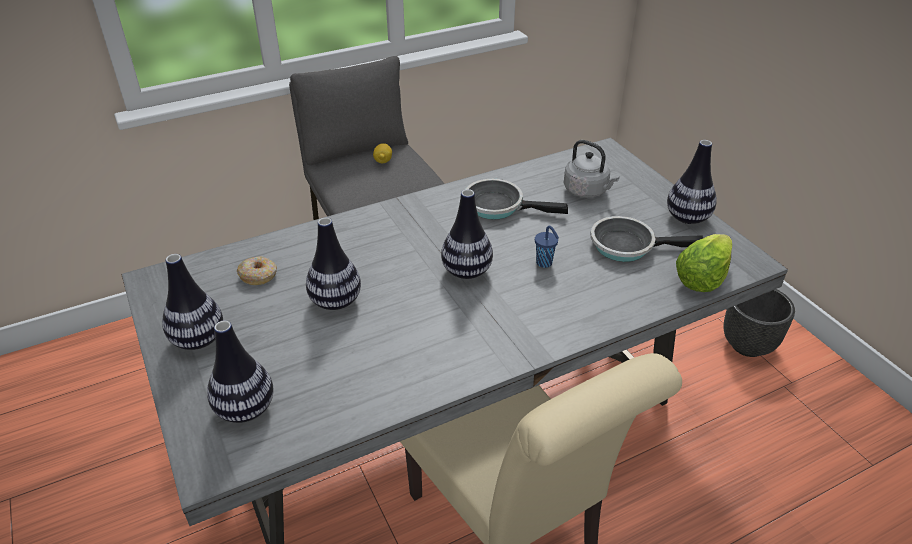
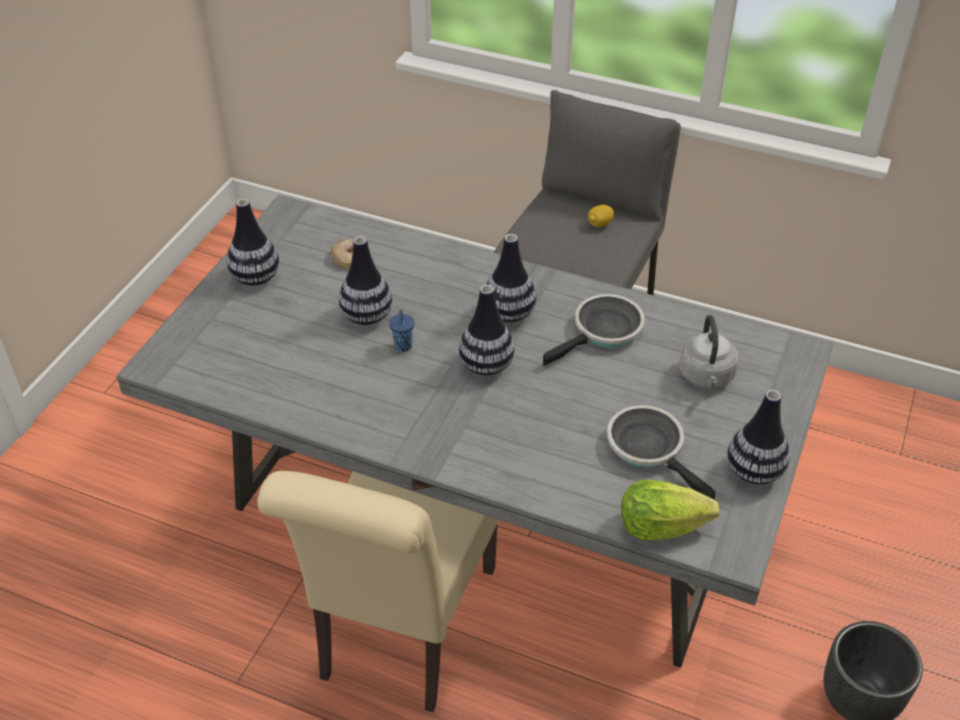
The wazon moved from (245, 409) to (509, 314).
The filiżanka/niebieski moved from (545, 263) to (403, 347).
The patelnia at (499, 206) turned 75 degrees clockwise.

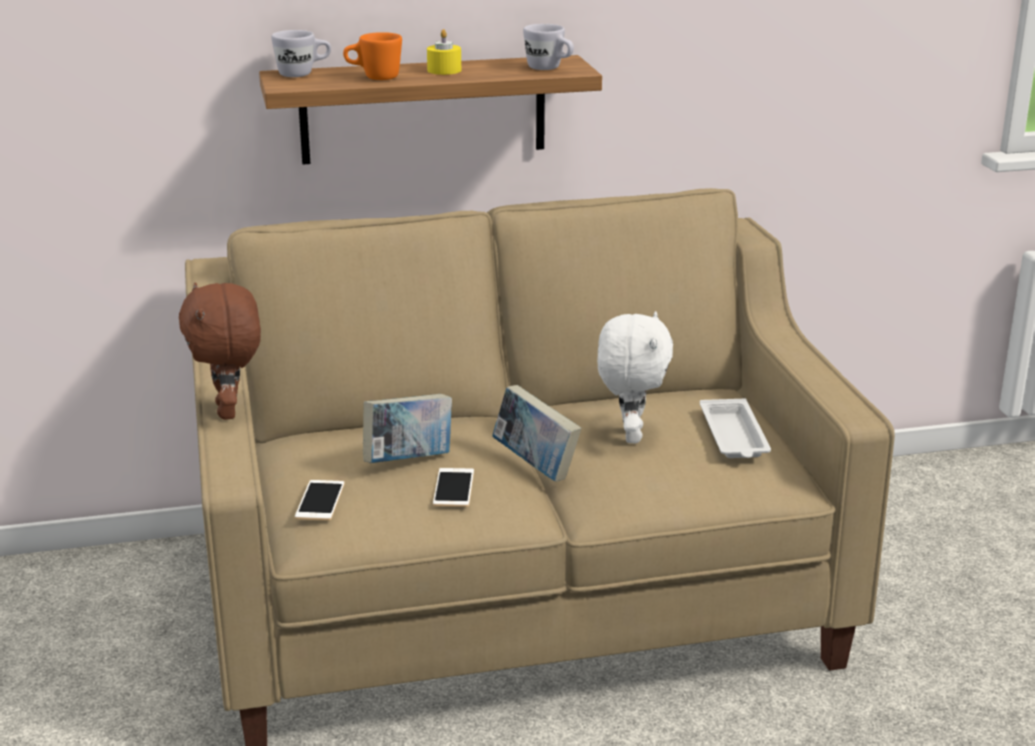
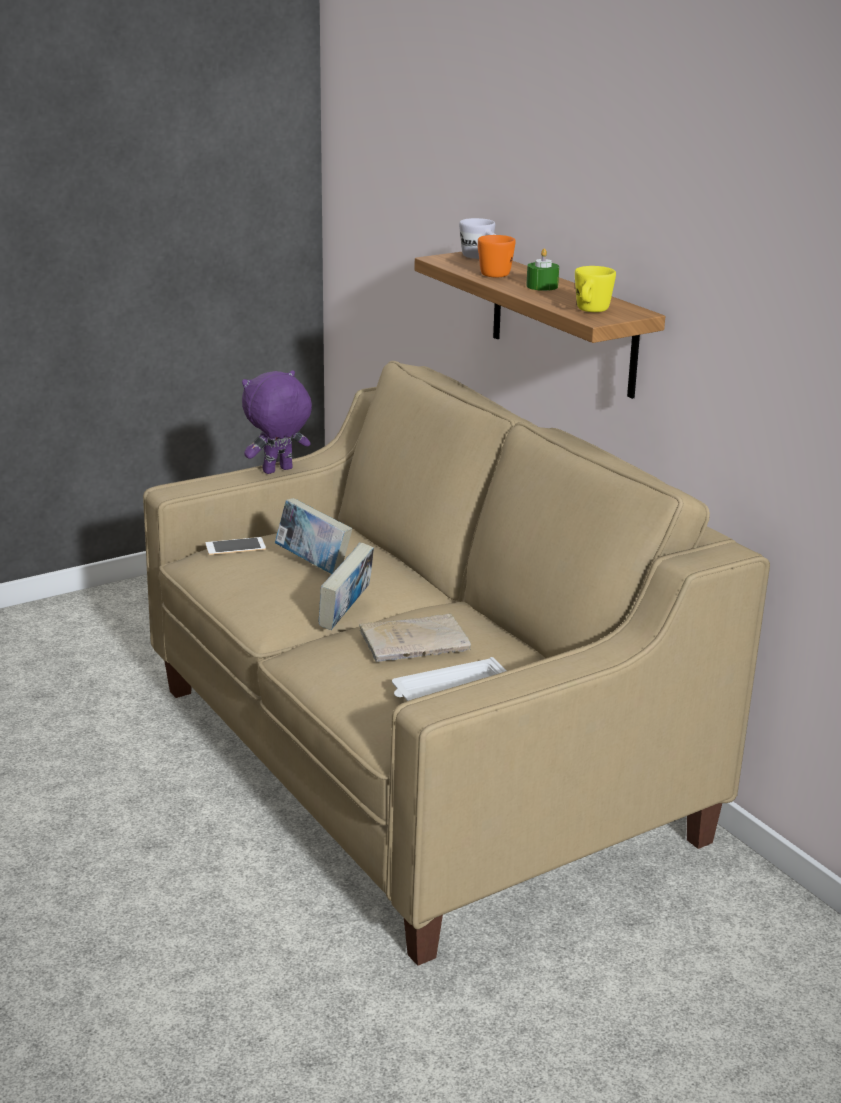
The telefon at (453, 488) disappeared.
The pluszak/biały at (630, 435) was replaced by the książka/beżowy at (417, 642).
The pluszak/brązowy at (229, 411) became the pluszak/fioletowy at (278, 471).
The świeca/żółty at (444, 70) became the świeca/zielony at (542, 286).
The kubek/biały at (549, 69) became the kubek/żółty at (590, 311).

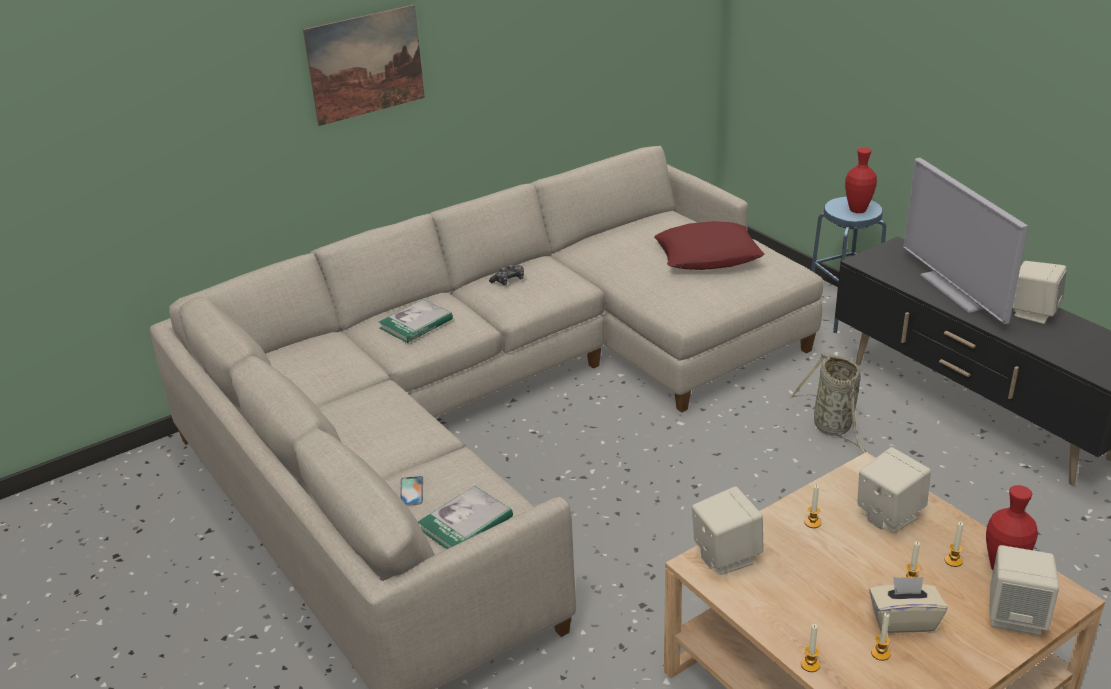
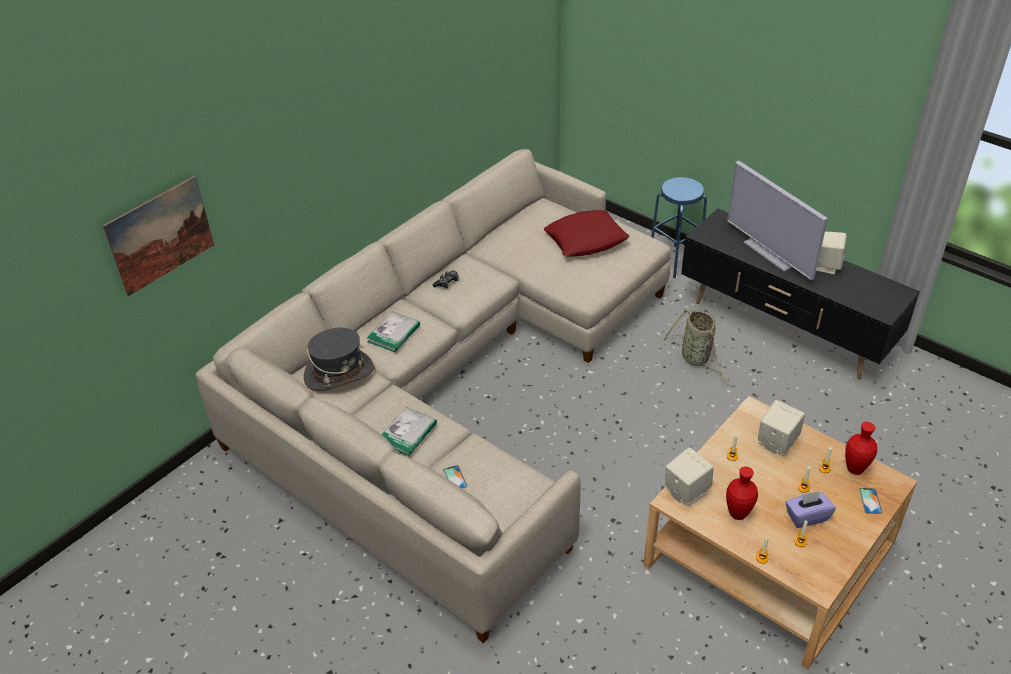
The kapelusz/szary at (339, 373) appeared.
The obraz moved from (365, 64) to (160, 235).
The książka moved from (466, 523) to (408, 433).
The wazon/czerwony moved from (857, 210) to (738, 514).
The głośnik/beżowy at (1016, 616) was replaced by the telefon at (870, 501).
The pudełko chusteczek/beżowy at (903, 620) became the pudełko chusteczek/fioletowy at (807, 516).

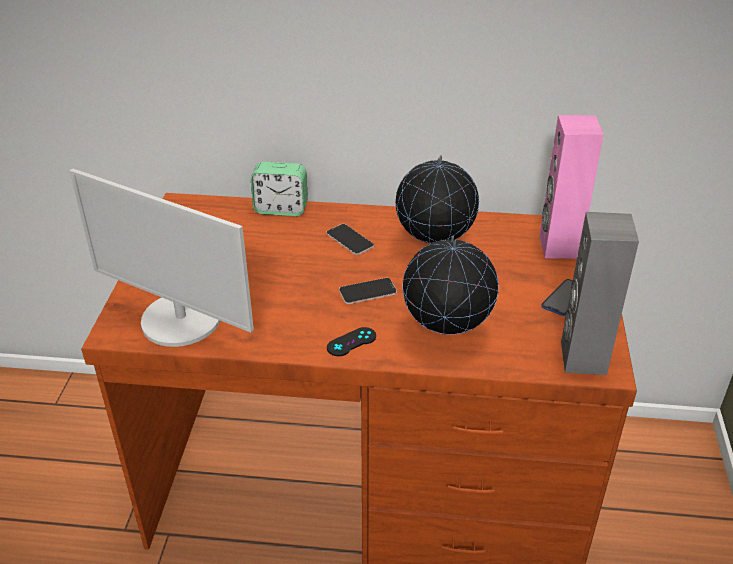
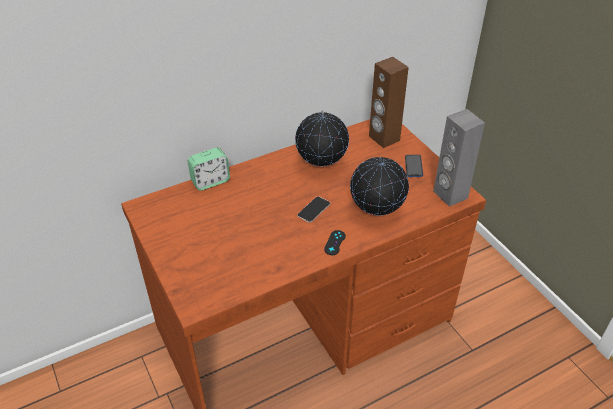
The monitor at (181, 320) disappeared.
The telefon at (350, 240) disappeared.
The głośnik/różowy at (558, 247) became the głośnik/brązowy at (383, 138).

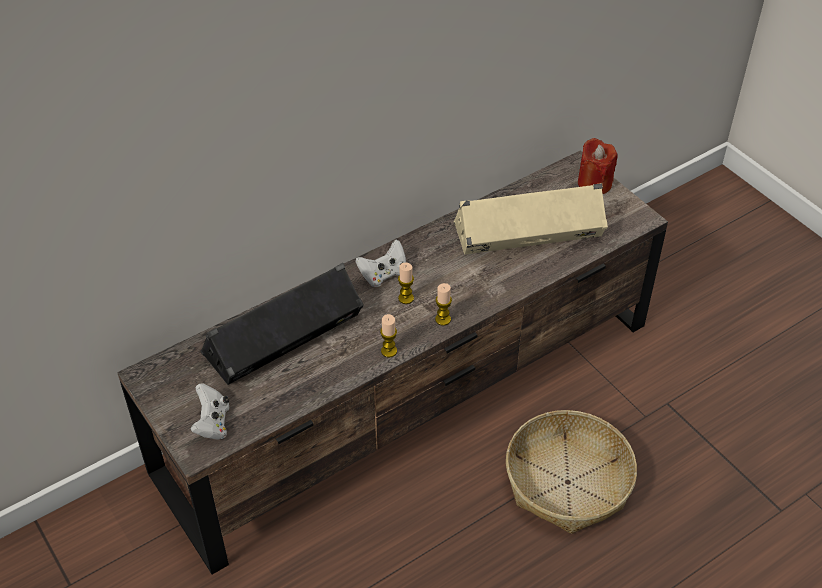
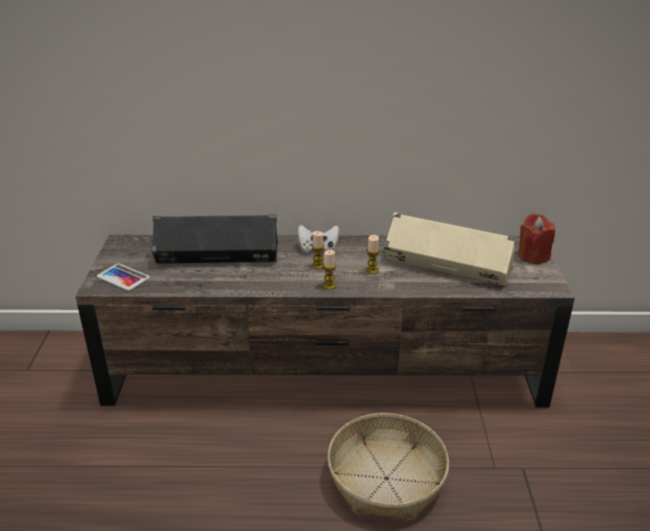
The świeca moved from (389, 351) to (372, 270).
The pad do gier/biały at (213, 423) was replaced by the telefon at (123, 277).

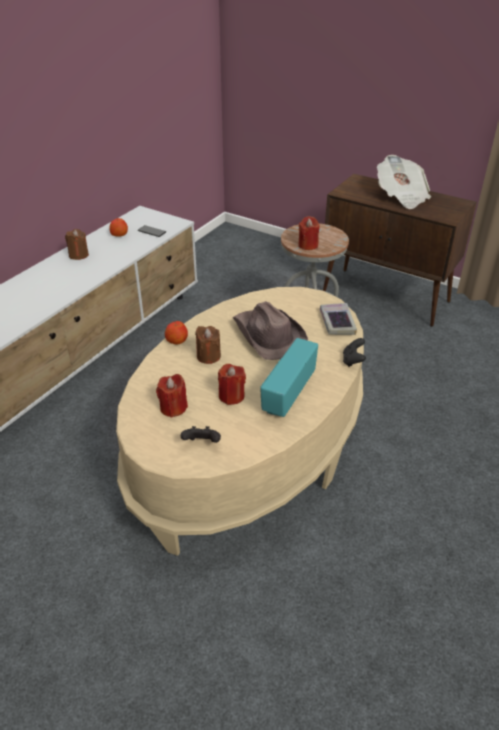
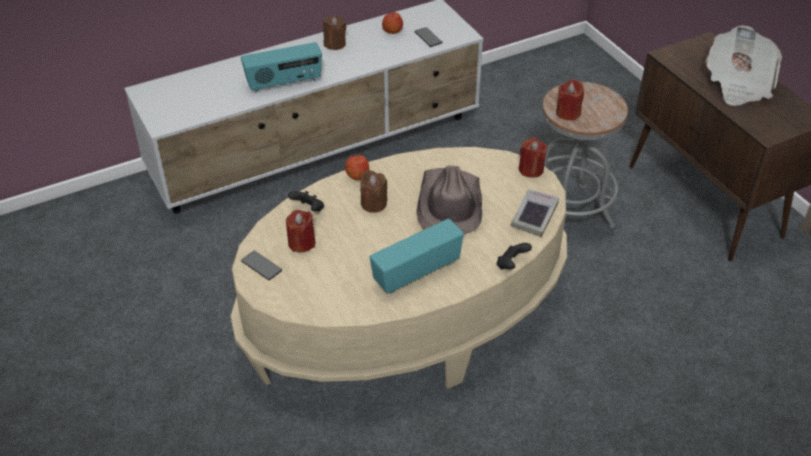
The radio at (284, 83) appeared.
The telefon at (261, 266) appeared.
The pad do gier/czarny moved from (202, 444) to (308, 209).
The świeca/czerwony moved from (231, 396) to (531, 169).

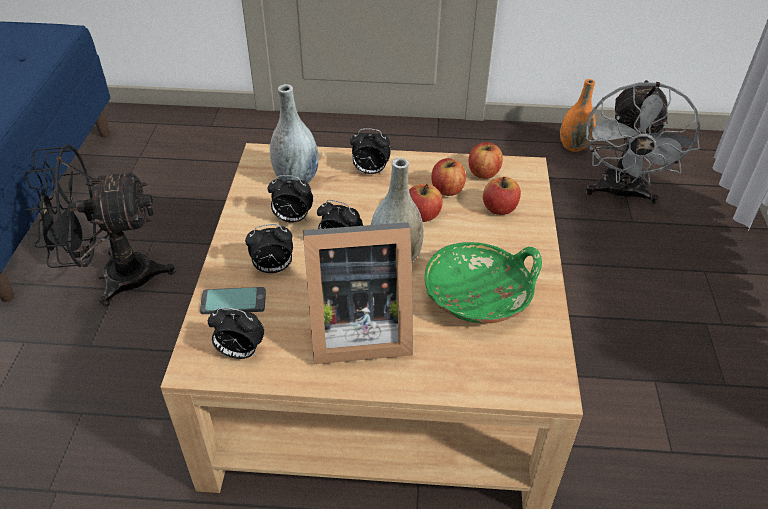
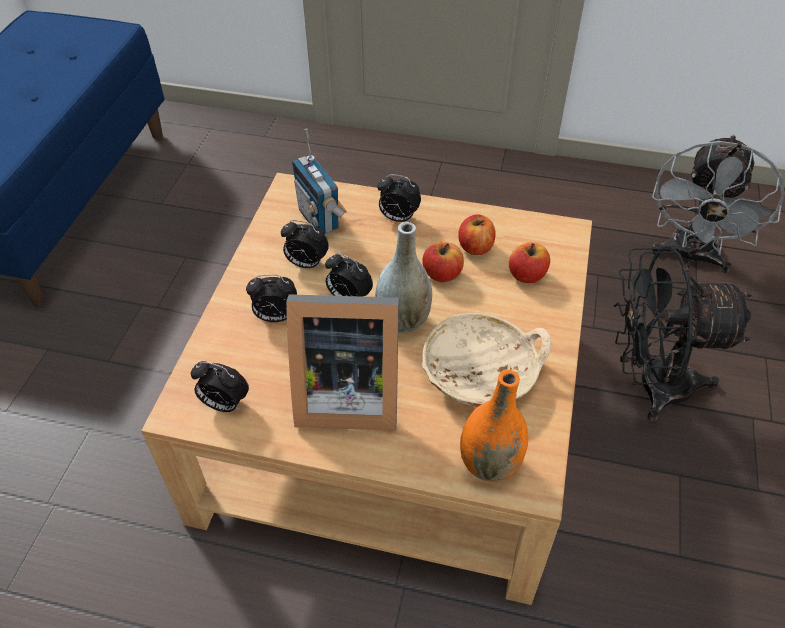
The telefon at (233, 301) disappeared.
The jabłko at (483, 173) disappeared.
The wentylator/czarny moved from (114, 277) to (650, 384).
The wazon/pomarańczowy moved from (573, 146) to (490, 464).
The wazon/szary at (296, 179) was replaced by the radio at (320, 219).
The miska/zielony at (480, 295) became the miska/beżowy at (482, 372).

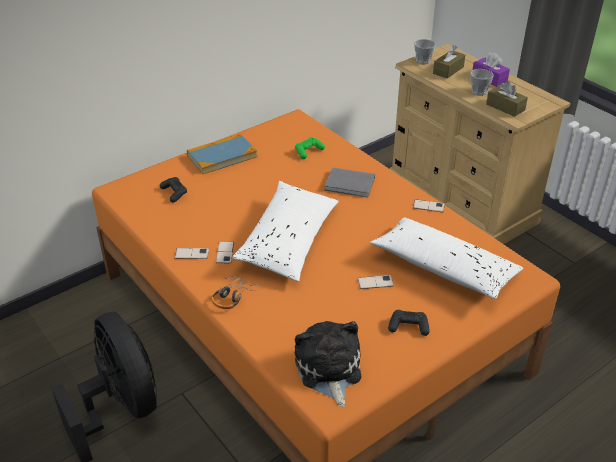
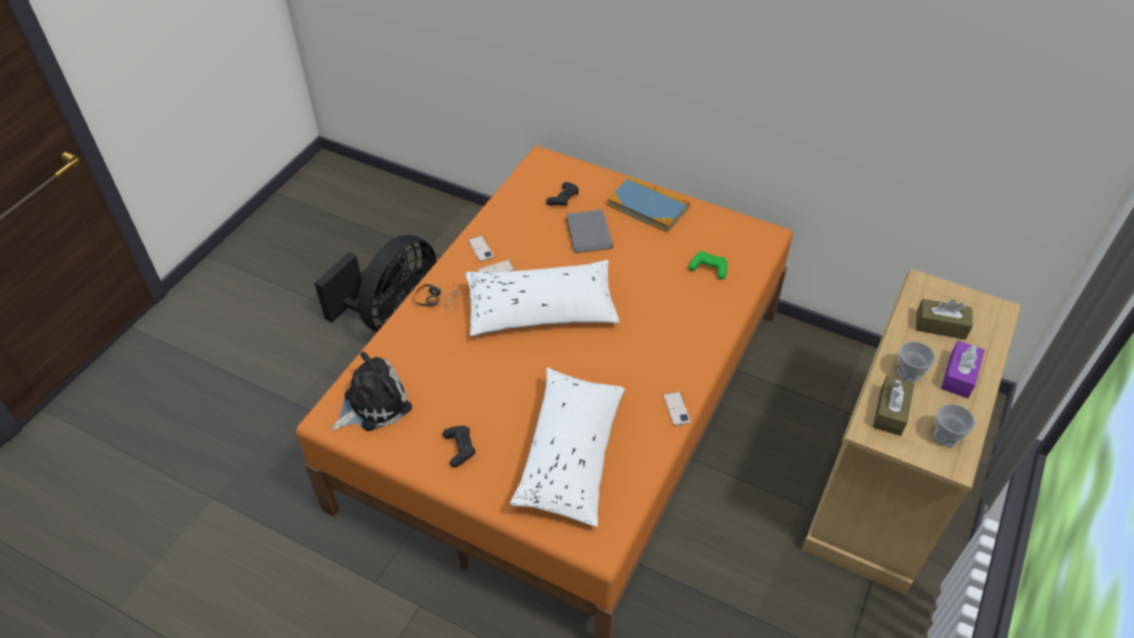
The telefon at (375, 282) disappeared.
The książka/szary moved from (350, 185) to (588, 234).
The filiżanka moved from (423, 61) to (946, 436).

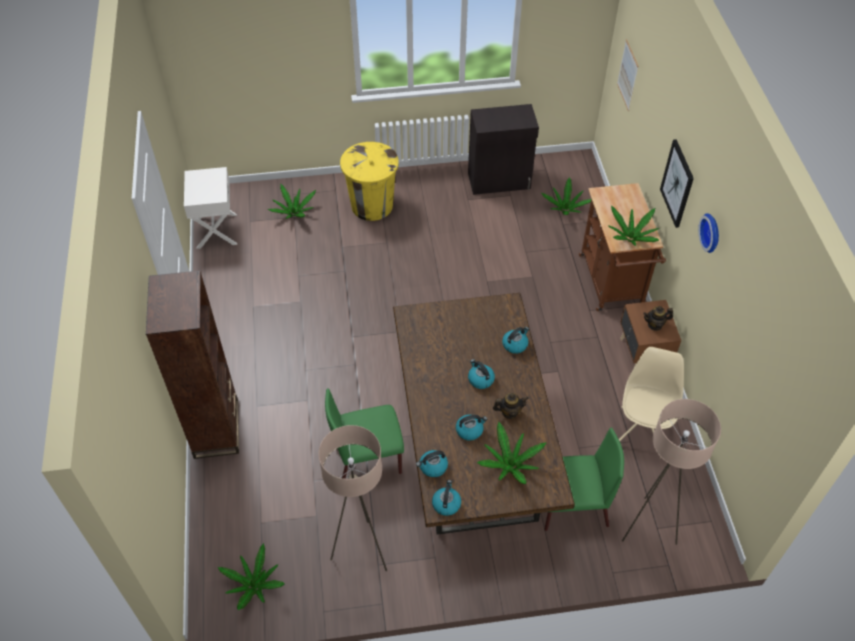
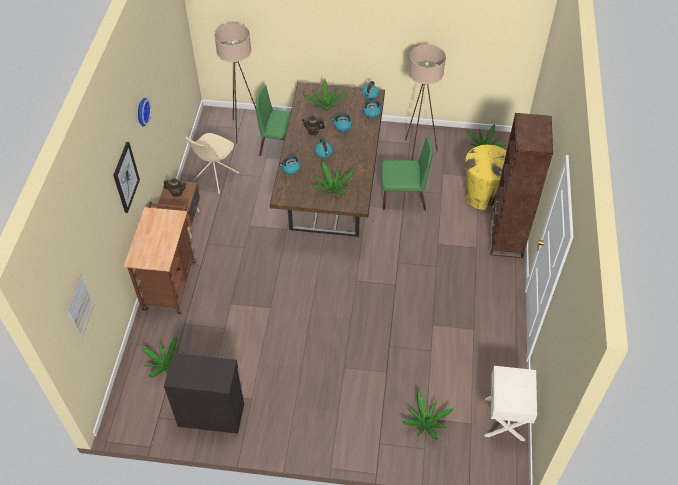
The kosz na śmieci/żółty moved from (372, 206) to (482, 196).
The roślina doniczkowa moved from (631, 237) to (333, 189).

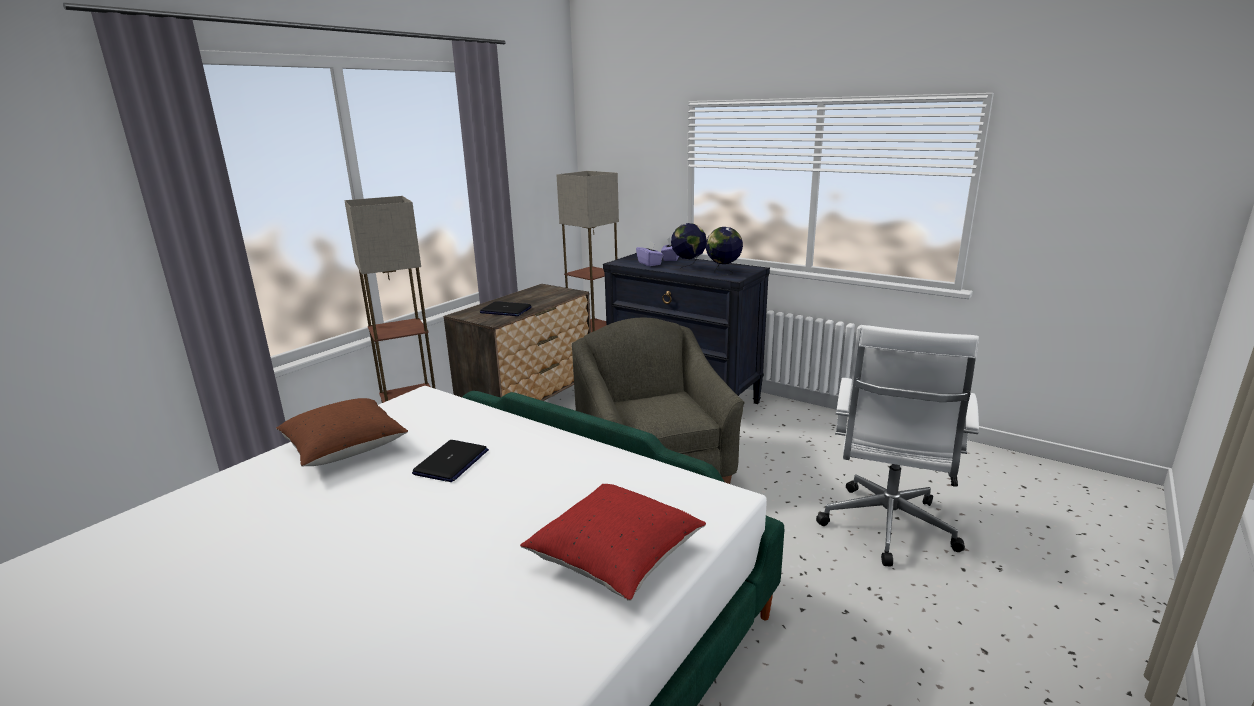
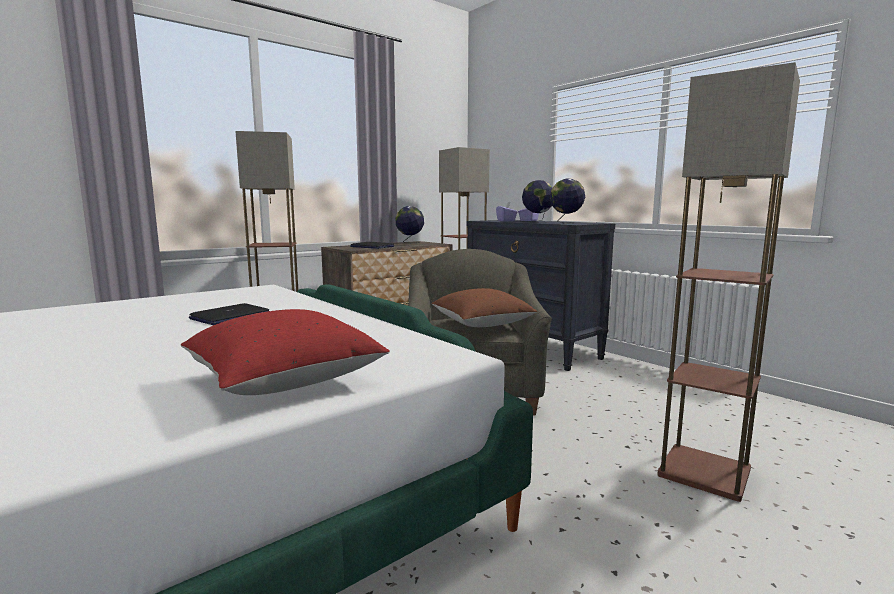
The globus at (410, 243) appeared.
The poduszka/brązowy moved from (345, 449) to (482, 324).
The krzesło biurowe/biały at (887, 529) was replaced by the lampa stojąca at (702, 472).

